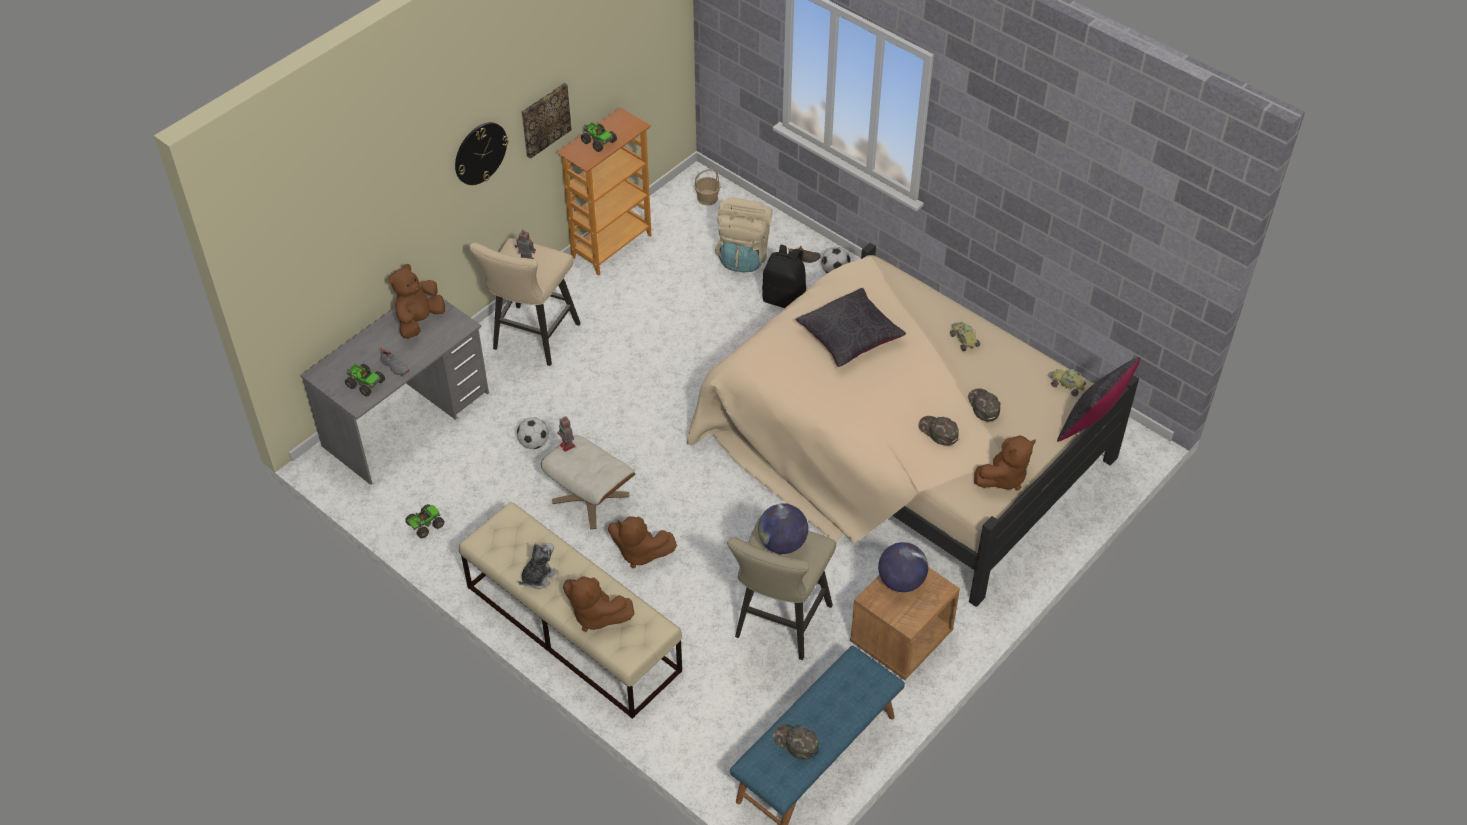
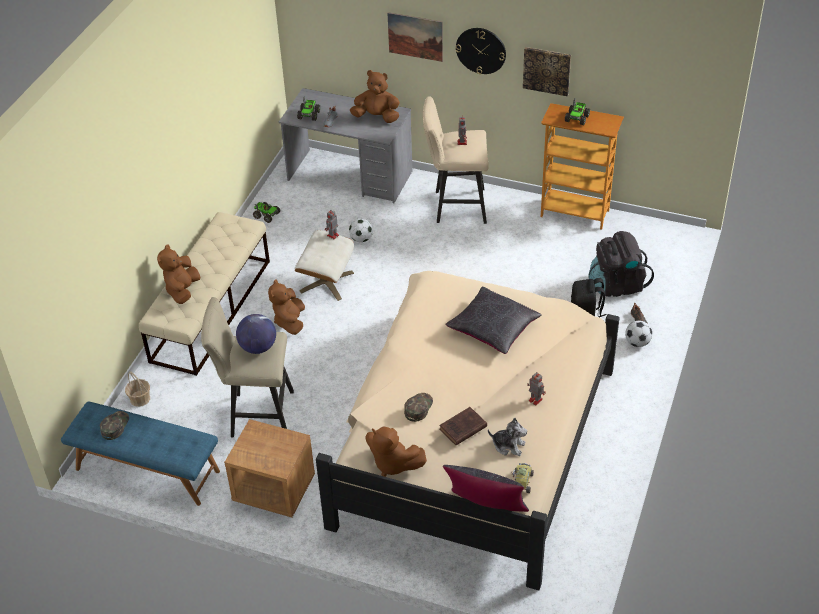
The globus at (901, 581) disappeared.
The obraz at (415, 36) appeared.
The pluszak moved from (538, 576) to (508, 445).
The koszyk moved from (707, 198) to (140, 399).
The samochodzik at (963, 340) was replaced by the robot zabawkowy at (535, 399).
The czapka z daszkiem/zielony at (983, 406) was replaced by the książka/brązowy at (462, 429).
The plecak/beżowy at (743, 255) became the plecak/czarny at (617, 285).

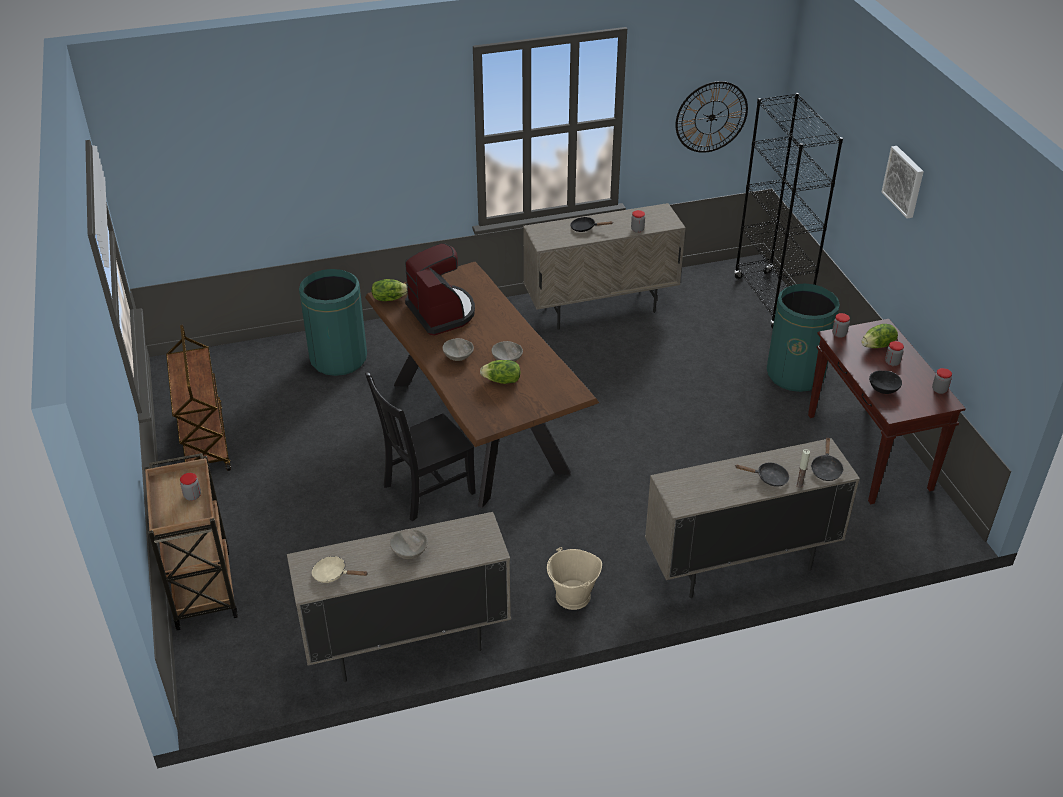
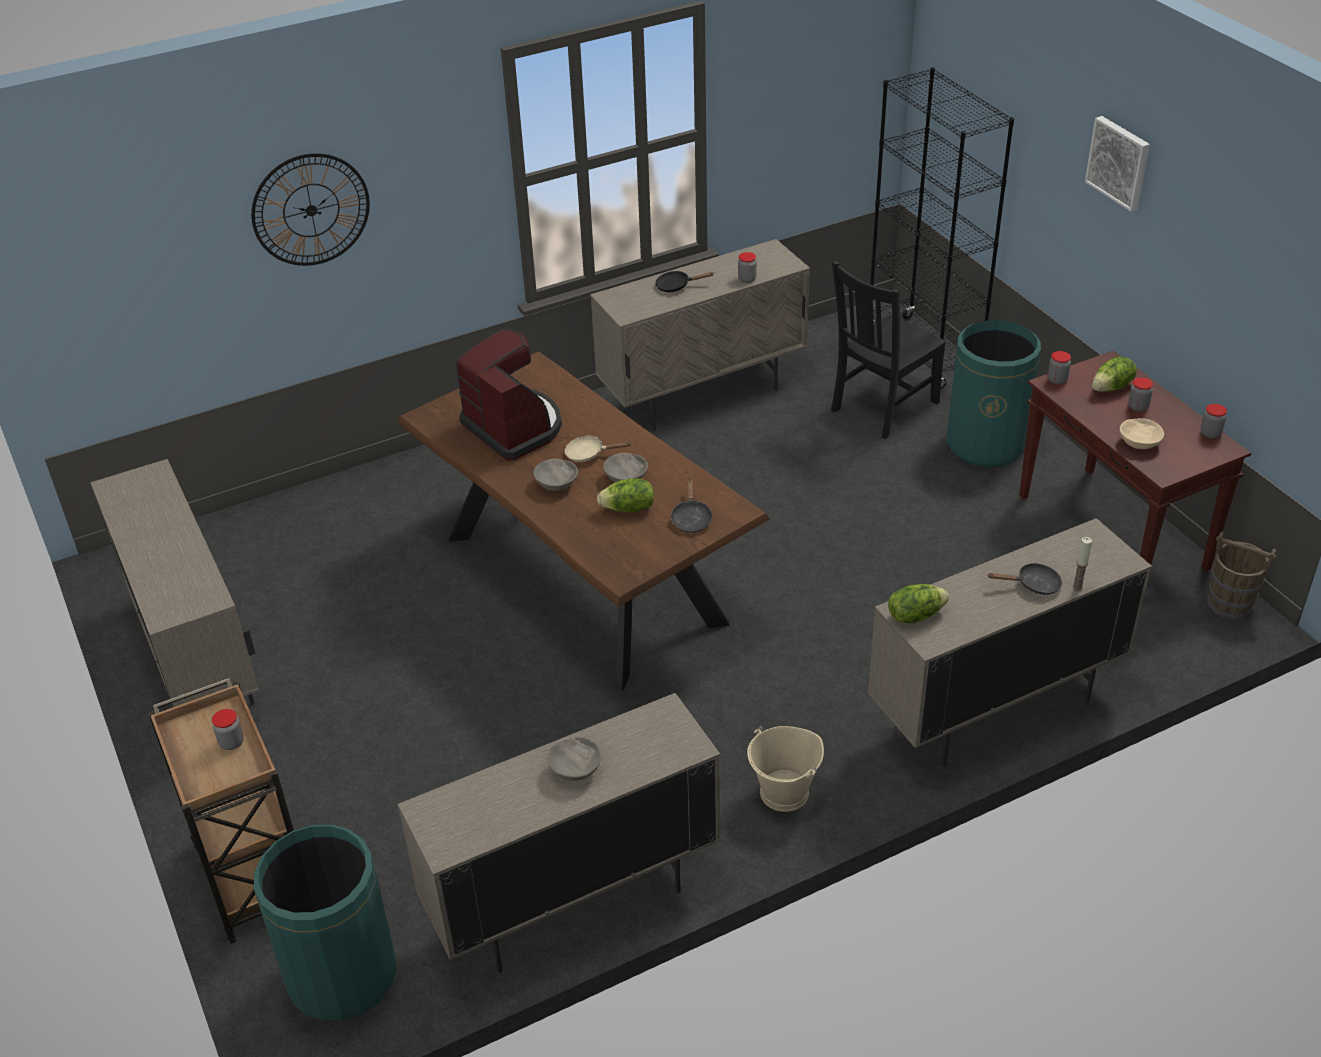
The wiadro/brązowy at (1230, 604) appeared.
The kosz na śmieci/zielony moved from (338, 358) to (342, 976).
The patelnia/beżowy moved from (333, 574) to (589, 454).
The krzesło/czarny moved from (426, 490) to (882, 407).
The sałata moved from (389, 298) to (915, 615).
The zegar ścienny moved from (711, 117) to (311, 210).
The patelnia/czarny moved from (826, 469) to (691, 518).
The wózek/brązowy at (204, 441) was replaced by the szafka/beżowy at (196, 662).
The miska/czarny at (883, 389) became the miska/beżowy at (1138, 443).

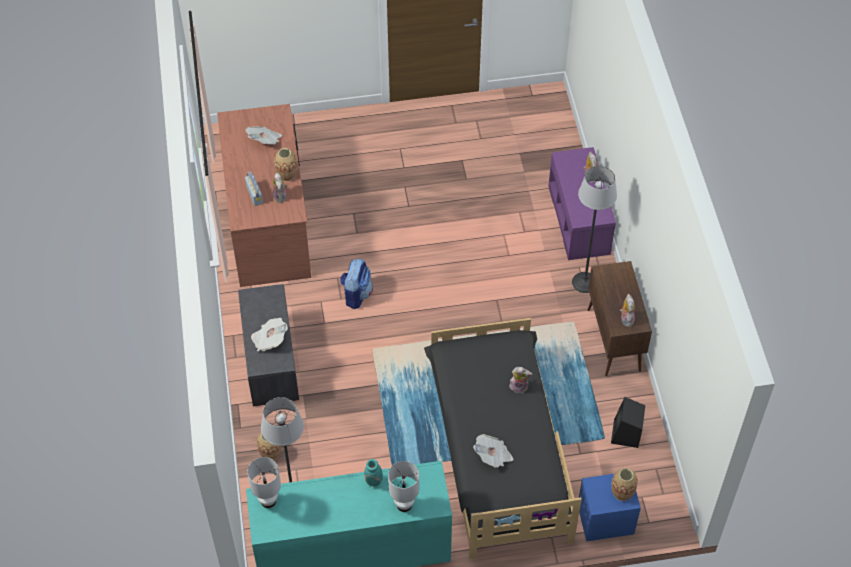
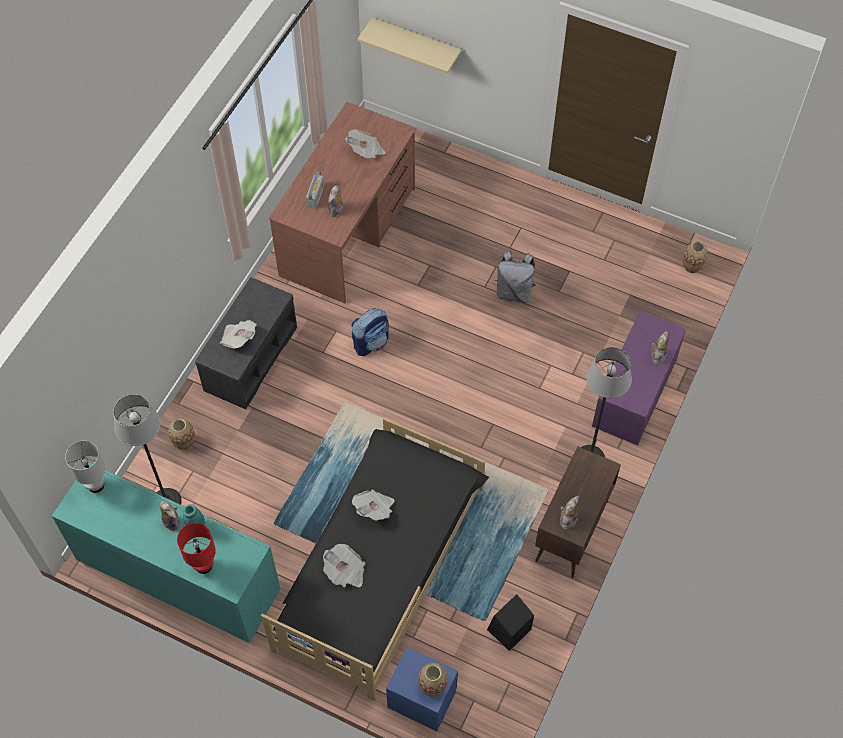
The gazeta at (374, 509) appeared.
The półka/beżowy at (416, 43) appeared.
The plecak/szary at (514, 292) appeared.
The wazon moved from (287, 174) to (692, 266).
The pluszak moved from (519, 386) to (173, 522).
The lampa stołowa/biały at (404, 505) became the lampa stołowa/czerwony at (204, 566).

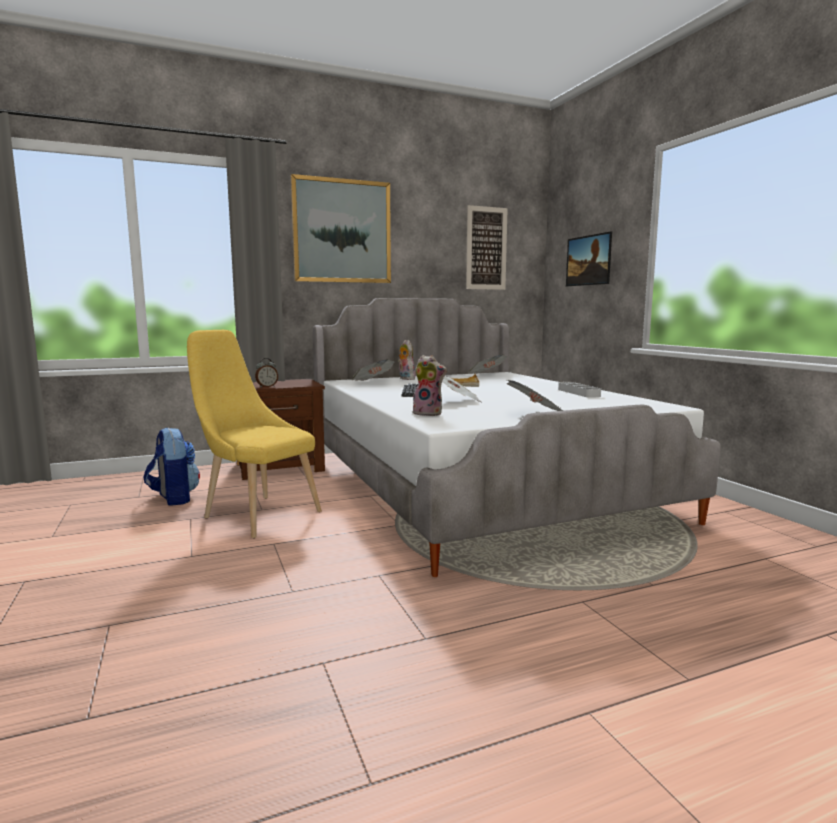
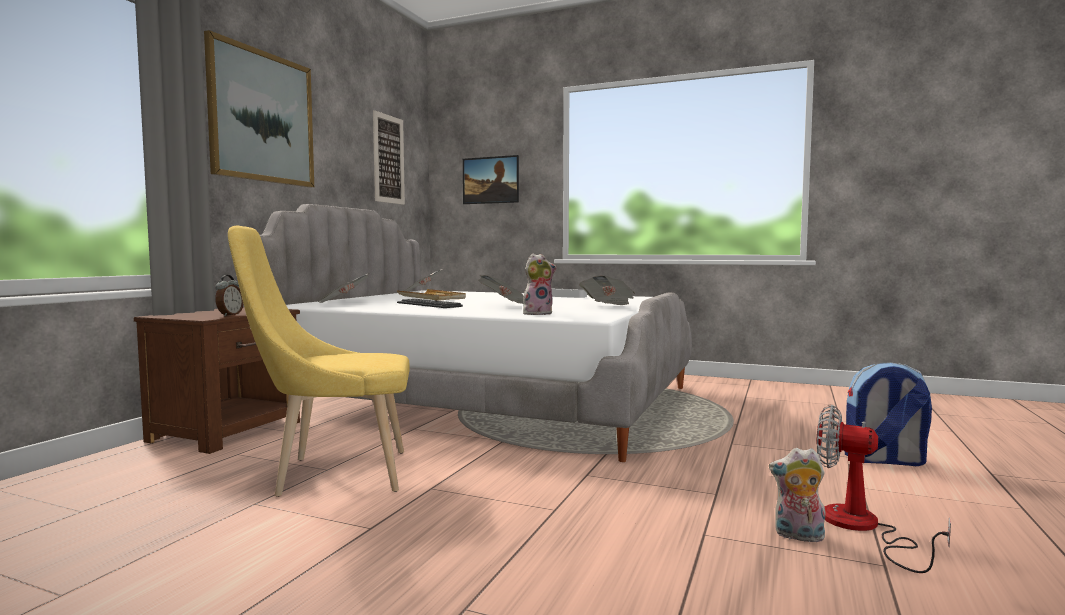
The wentylator at (862, 528) appeared.
The plecak moved from (174, 498) to (884, 460).
The pluszak moved from (405, 379) to (798, 536).

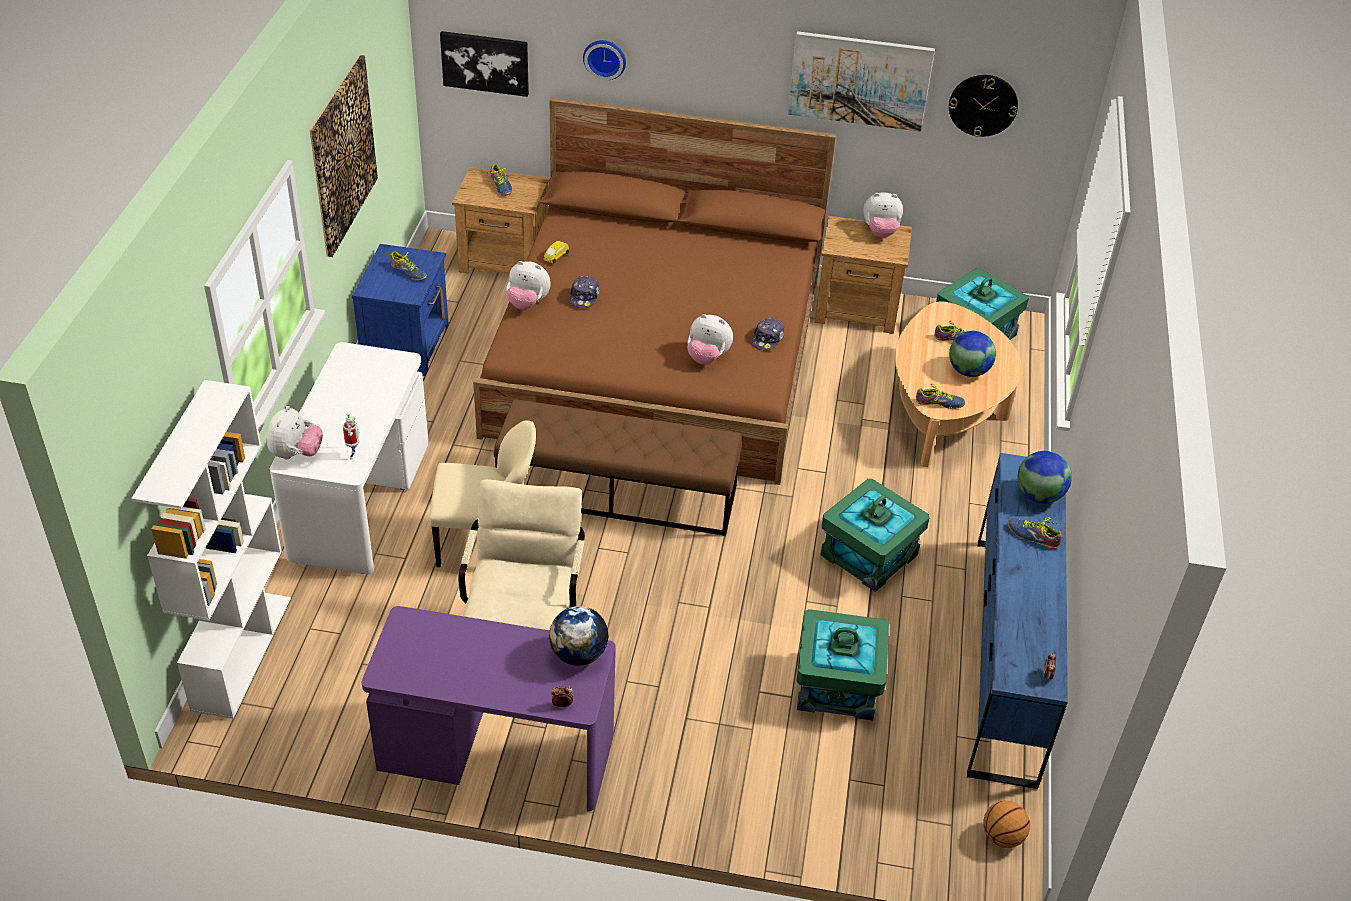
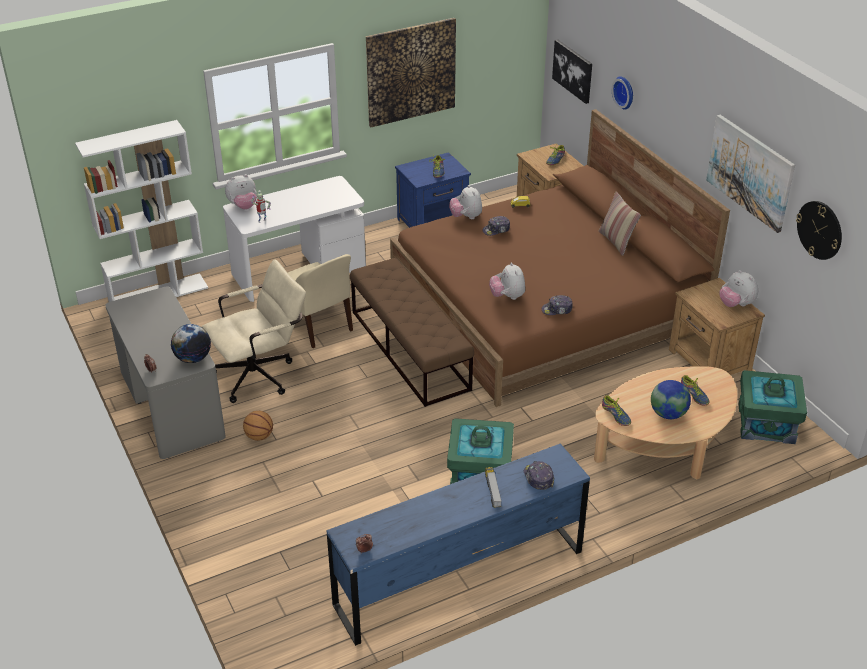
The pojemnik do przechowywania/zielony at (837, 684) disappeared.
The poduszka at (616, 242) appeared.
The piłka do koszykówki moved from (1002, 837) to (259, 436).
The but at (1033, 536) was replaced by the ciężarówka zabawkowa at (492, 491).
The globus at (1039, 495) was replaced by the czapka z daszkiem at (538, 478).
The biurko/fioletowy at (495, 753) became the biurko/szary at (170, 406).

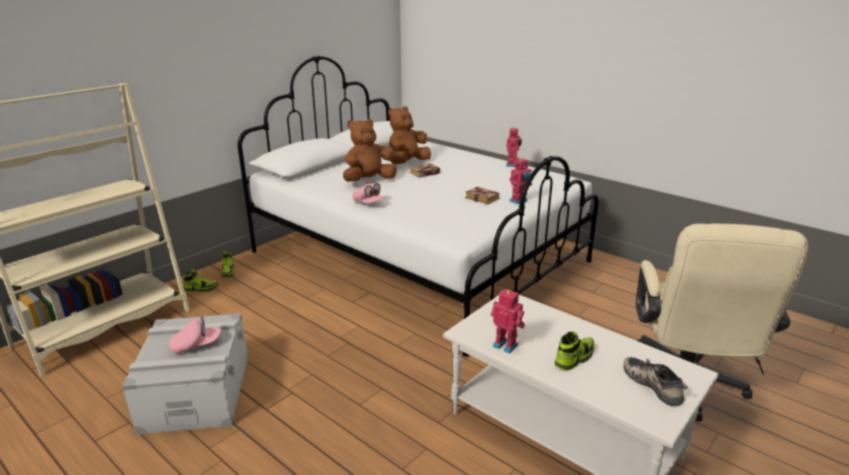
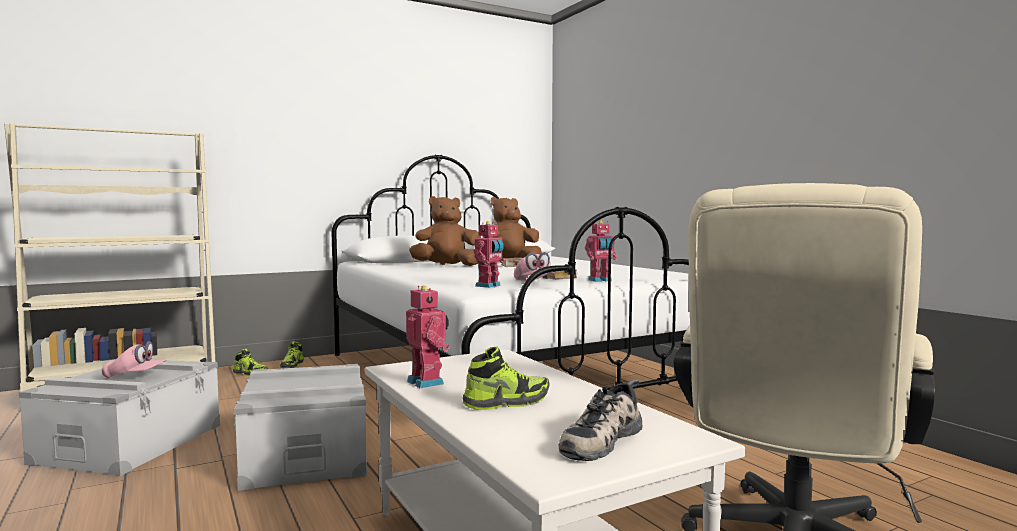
The pojemnik do przechowywania/szary at (307, 454) appeared.
The czapka z daszkiem/różowy moved from (369, 203) to (534, 282).
The robot zabawkowy moved from (512, 165) to (489, 286).
The but at (654, 384) turned 135 degrees counterclockwise.

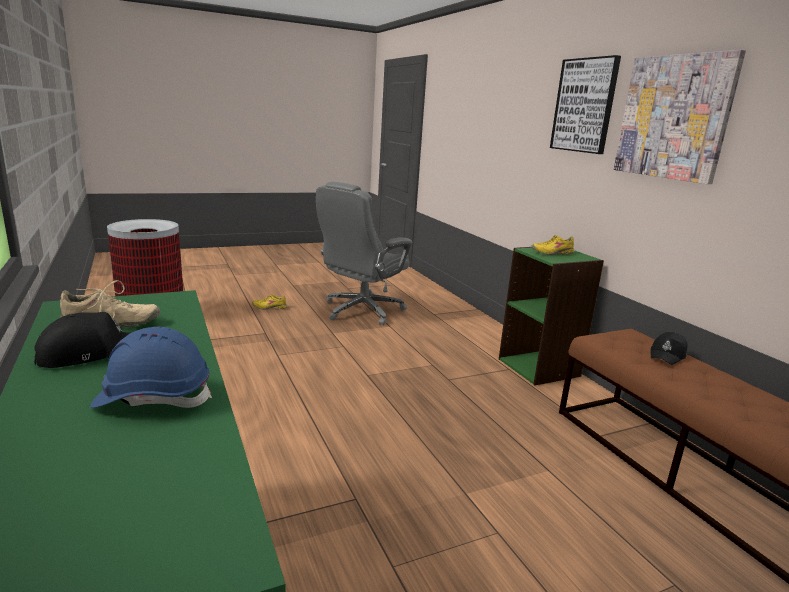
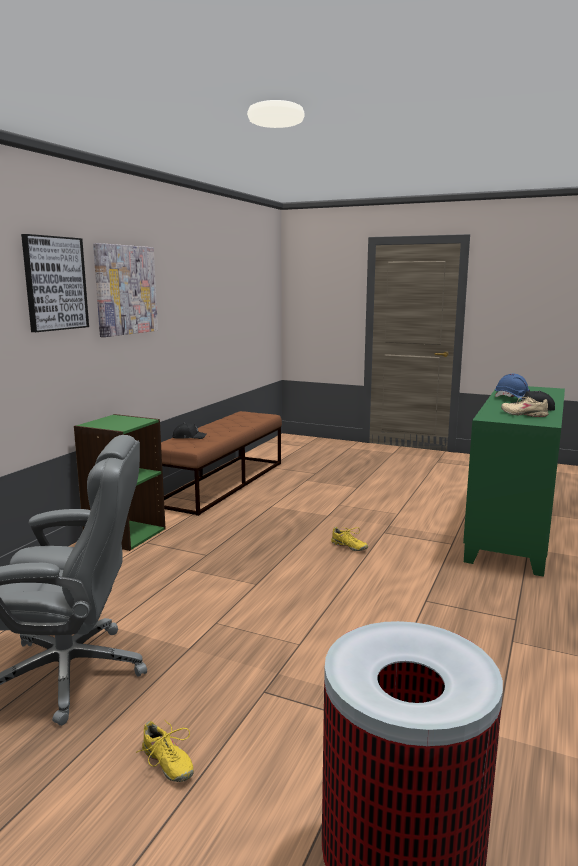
The but/żółty moved from (552, 253) to (349, 546).

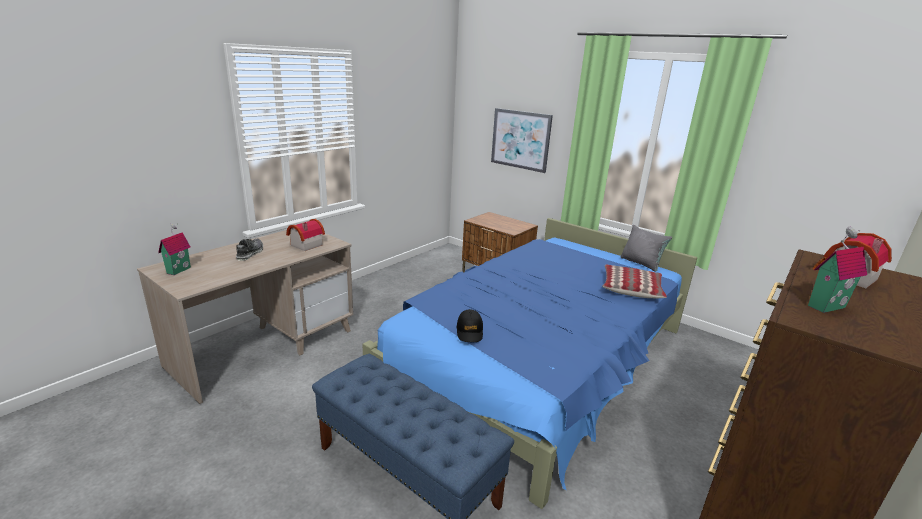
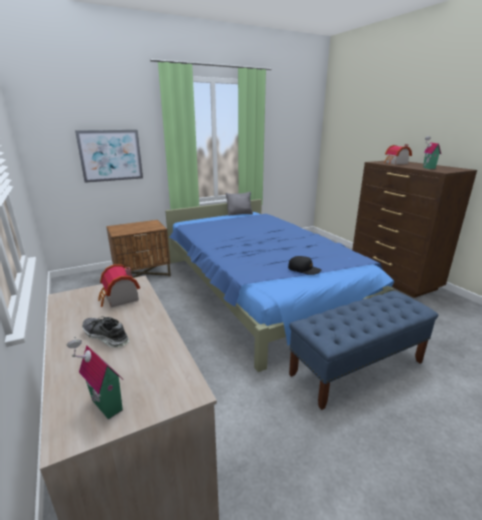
The poduszka at (631, 288) disappeared.

